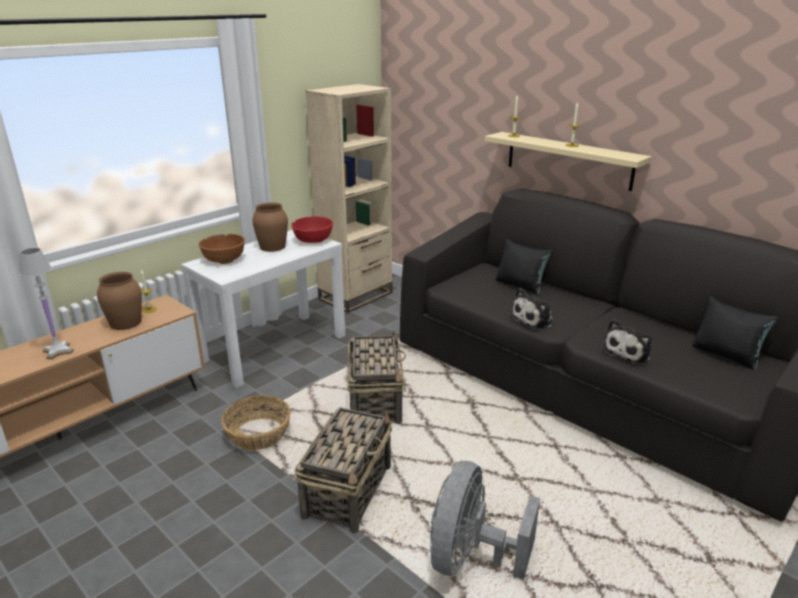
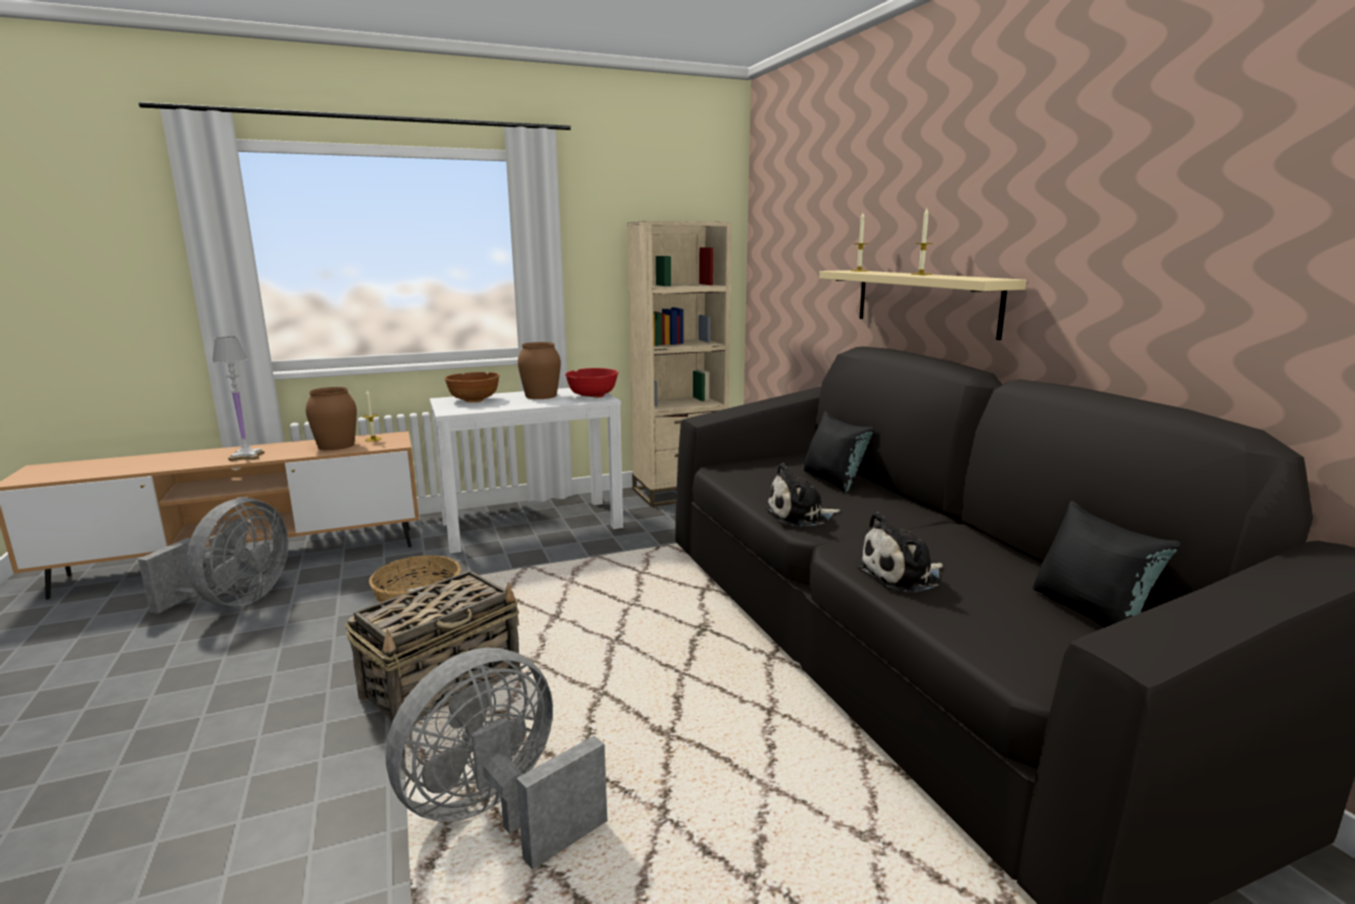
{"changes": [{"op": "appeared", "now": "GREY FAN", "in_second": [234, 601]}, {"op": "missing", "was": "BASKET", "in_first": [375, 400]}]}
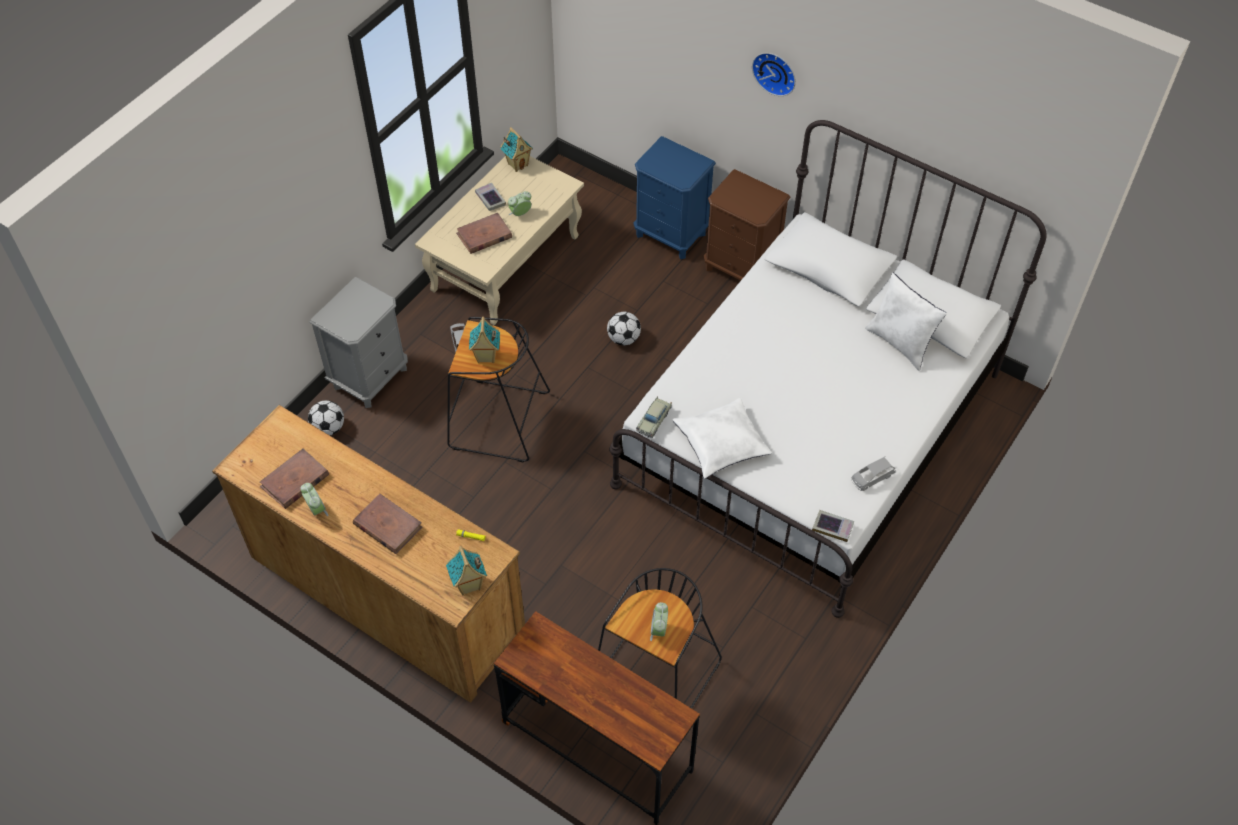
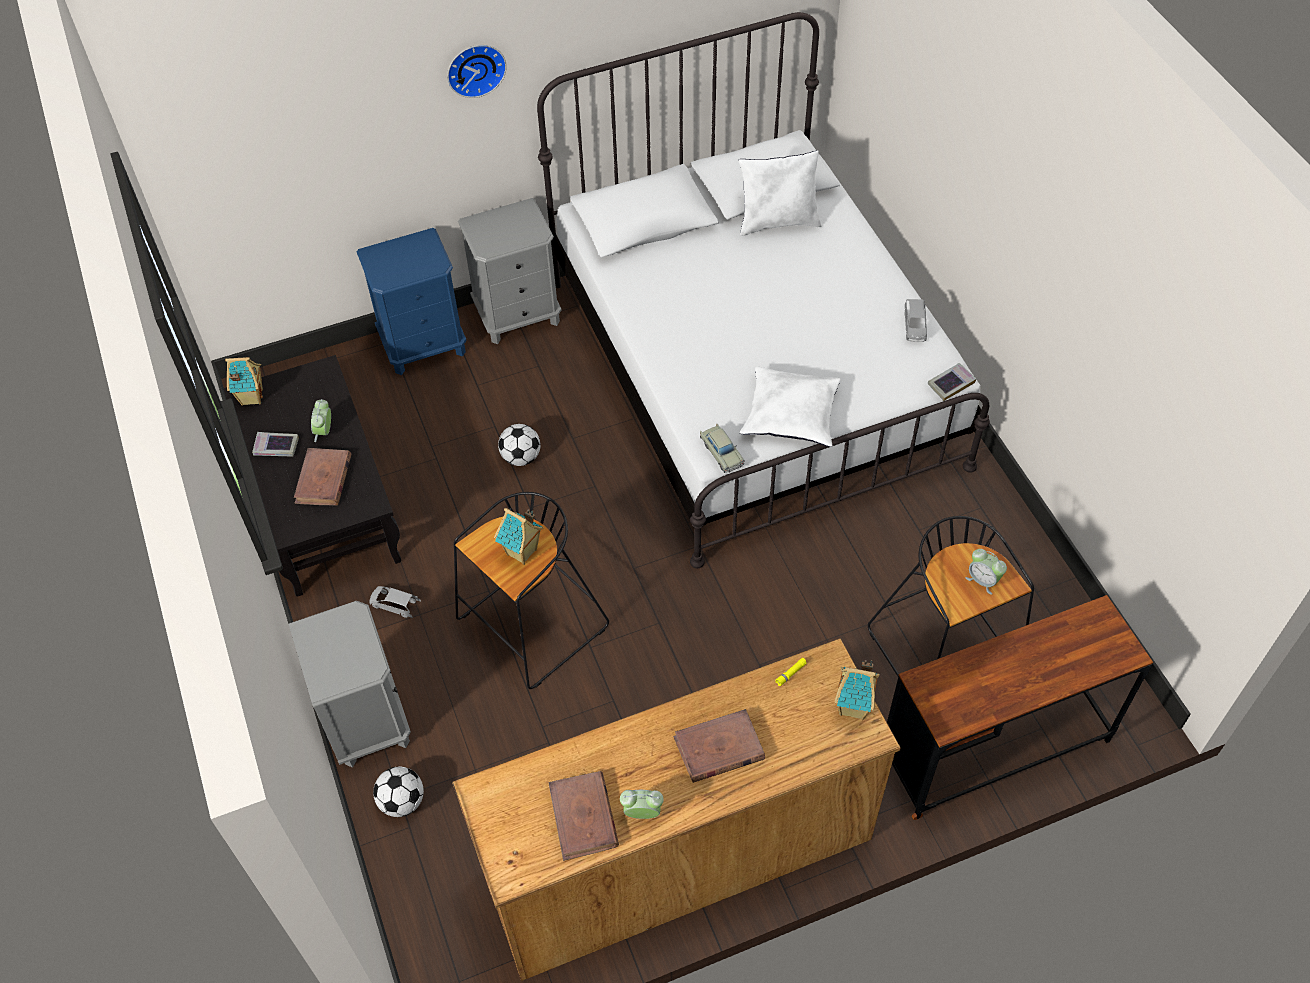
{"changes": [{"op": "colour", "was": "BEIGE COFFEE TABLE", "now": "BLACK COFFEE TABLE", "in_first": [505, 264], "in_second": [326, 507]}, {"op": "colour", "was": "BROWN NIGHTSTAND", "now": "GREY NIGHTSTAND", "in_first": [741, 267], "in_second": [518, 315]}]}
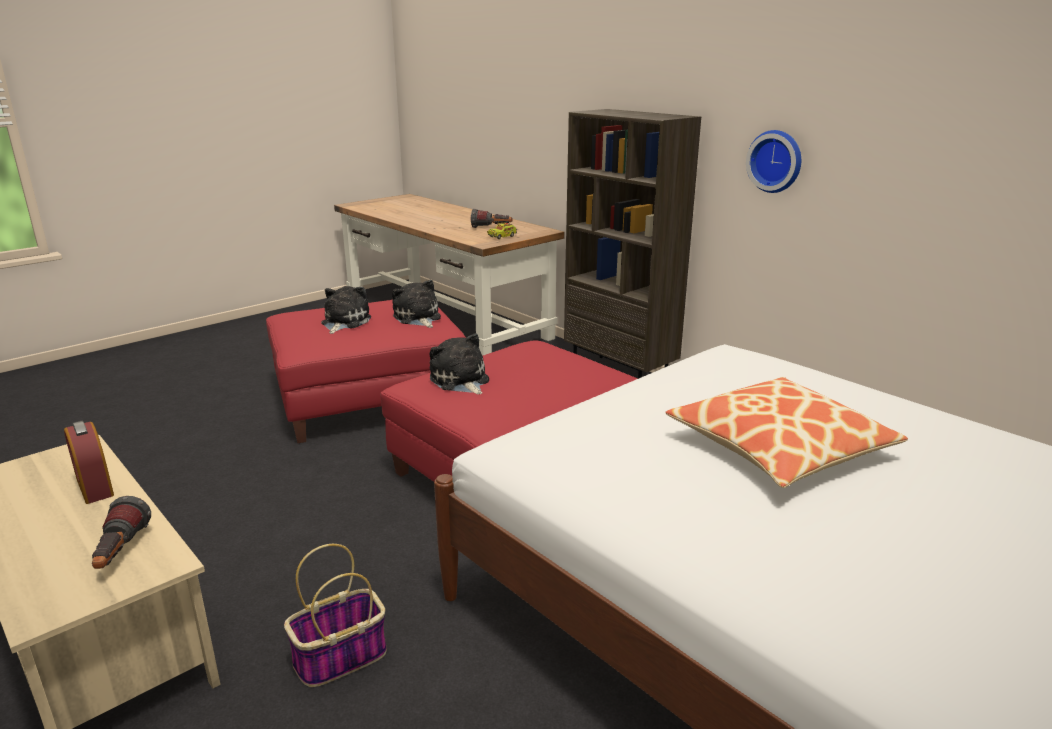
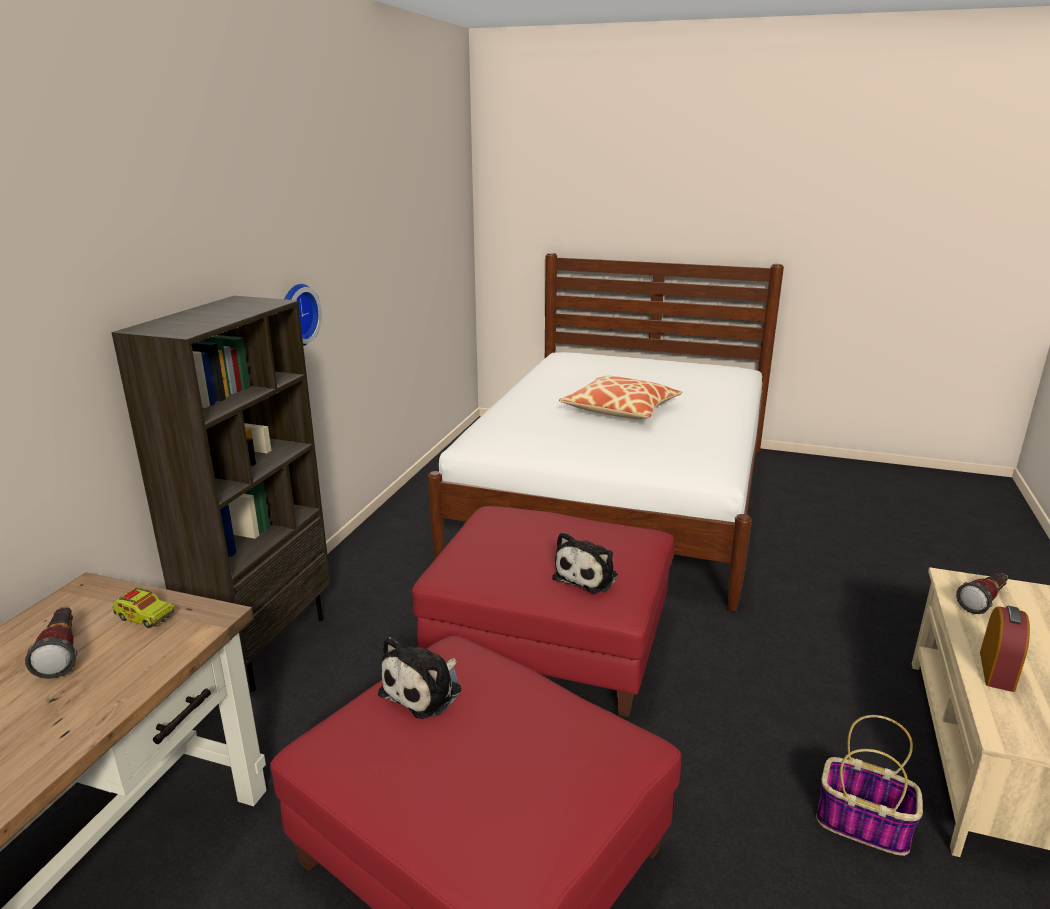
{"changes": [{"op": "relocated", "was": "BASKET", "in_first": [339, 658], "in_second": [864, 824]}, {"op": "missing", "was": "PLUSH TOY", "in_first": [344, 322]}]}
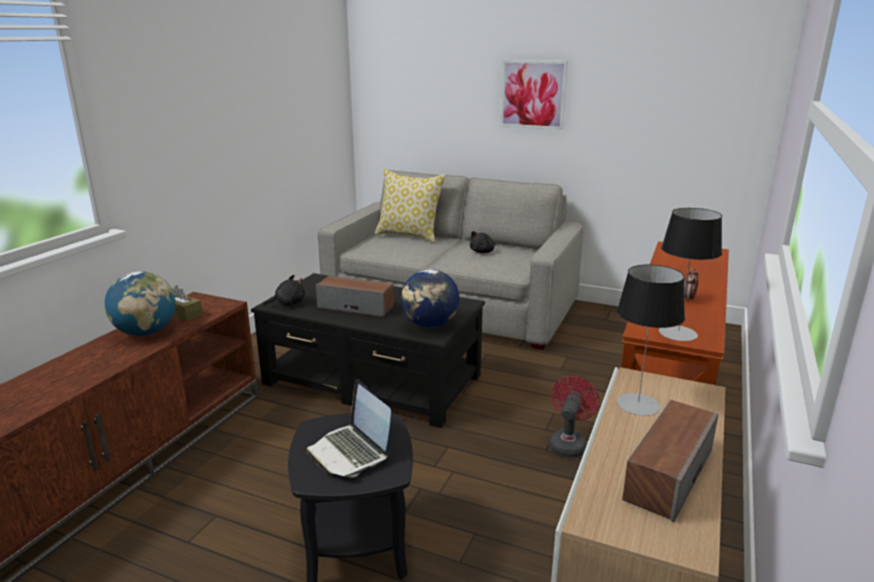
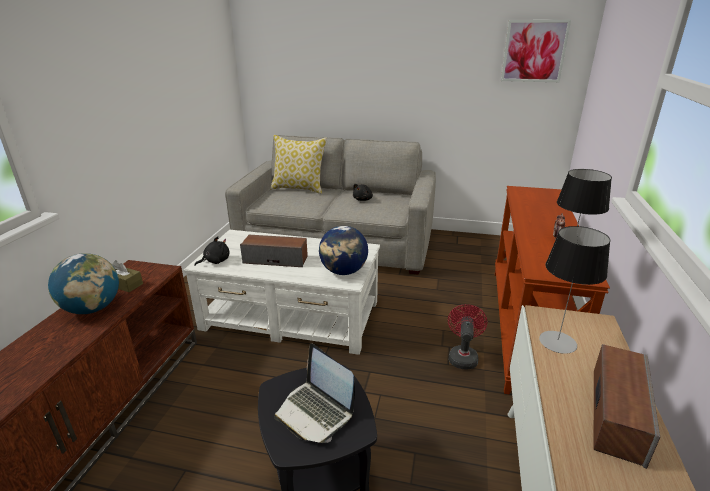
{"changes": [{"op": "colour", "was": "BLACK COFFEE TABLE", "now": "WHITE COFFEE TABLE", "in_first": [373, 380], "in_second": [291, 316]}, {"op": "relocated", "was": "PICTURE", "in_first": [533, 94], "in_second": [534, 51]}]}
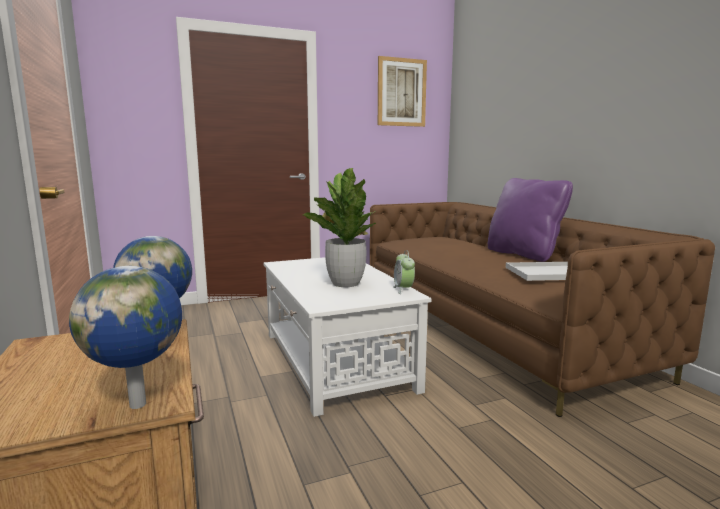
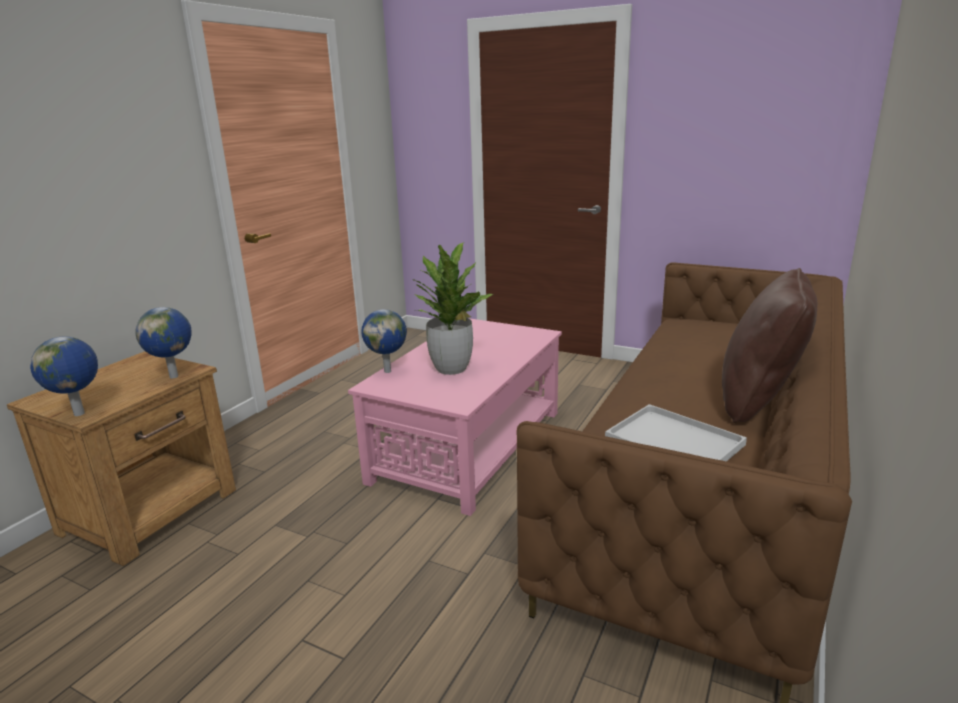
{"changes": [{"op": "colour", "was": "WHITE COFFEE TABLE", "now": "PINK COFFEE TABLE", "in_first": [335, 360], "in_second": [467, 446]}, {"op": "appeared", "now": "GLOBE", "in_second": [388, 371]}, {"op": "colour", "was": "PURPLE PILLOW", "now": "BROWN PILLOW", "in_first": [524, 254], "in_second": [758, 401]}, {"op": "missing", "was": "PICTURE", "in_first": [401, 92]}, {"op": "missing", "was": "ALARM CLOCK", "in_first": [403, 289]}]}
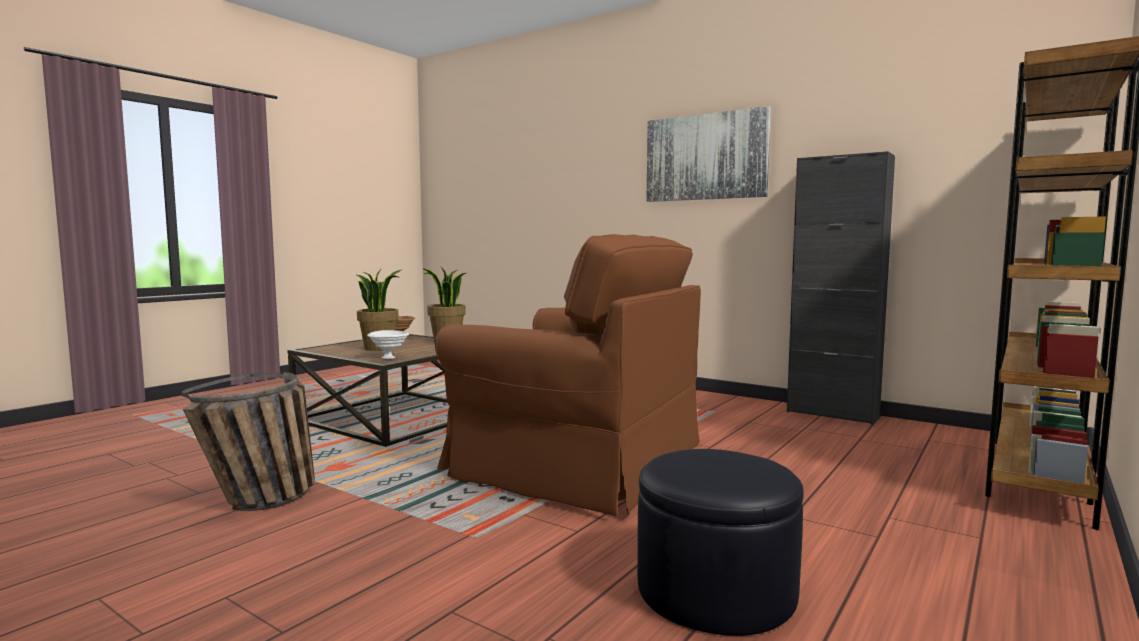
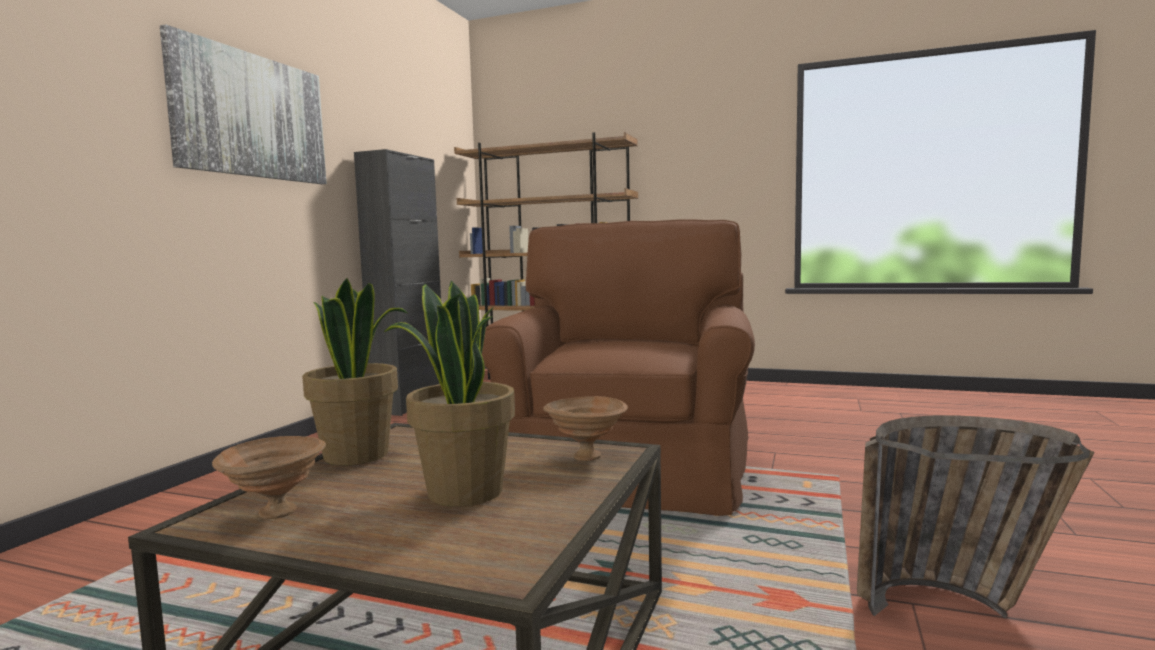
{"changes": [{"op": "colour", "was": "WHITE BOWL", "now": "BROWN BOWL", "in_first": [389, 358], "in_second": [585, 456]}, {"op": "missing", "was": "BLACK OTTOMAN", "in_first": [716, 591]}]}
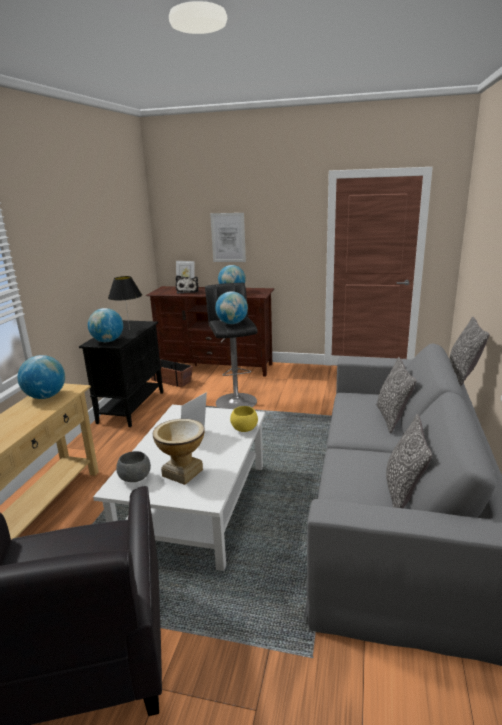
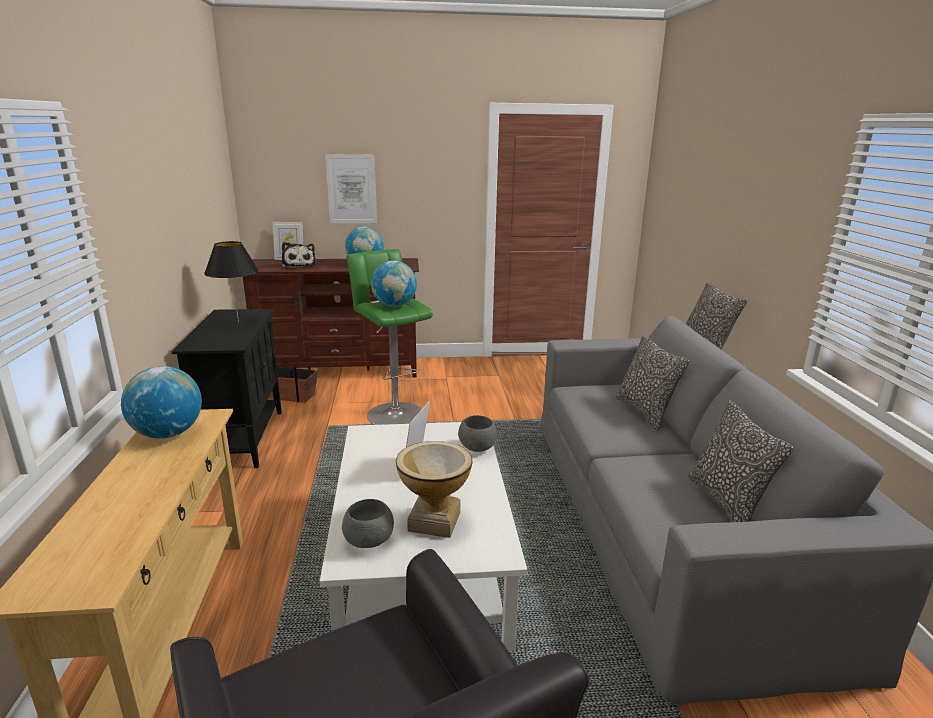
{"changes": [{"op": "colour", "was": "BLACK STOOL", "now": "GREEN STOOL", "in_first": [235, 400], "in_second": [393, 413]}, {"op": "colour", "was": "YELLOW BOWL", "now": "GREY BOWL", "in_first": [244, 429], "in_second": [476, 448]}, {"op": "missing", "was": "GLOBE", "in_first": [107, 341]}]}
